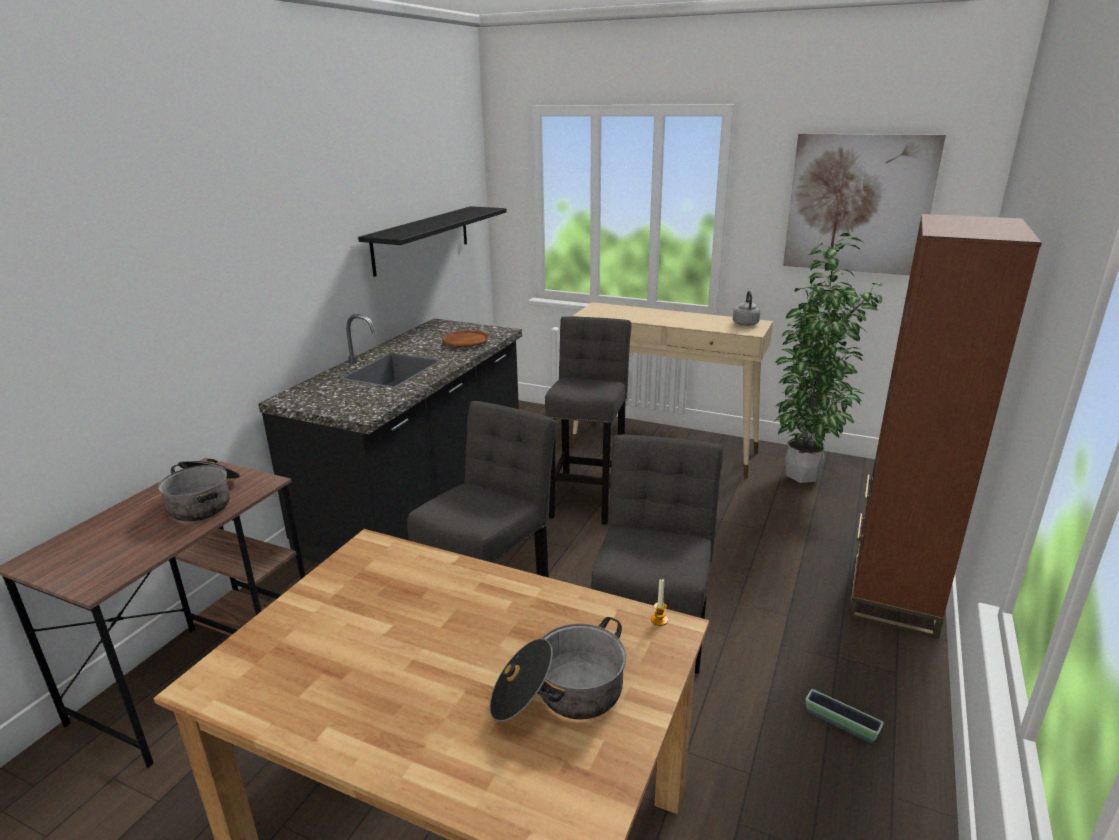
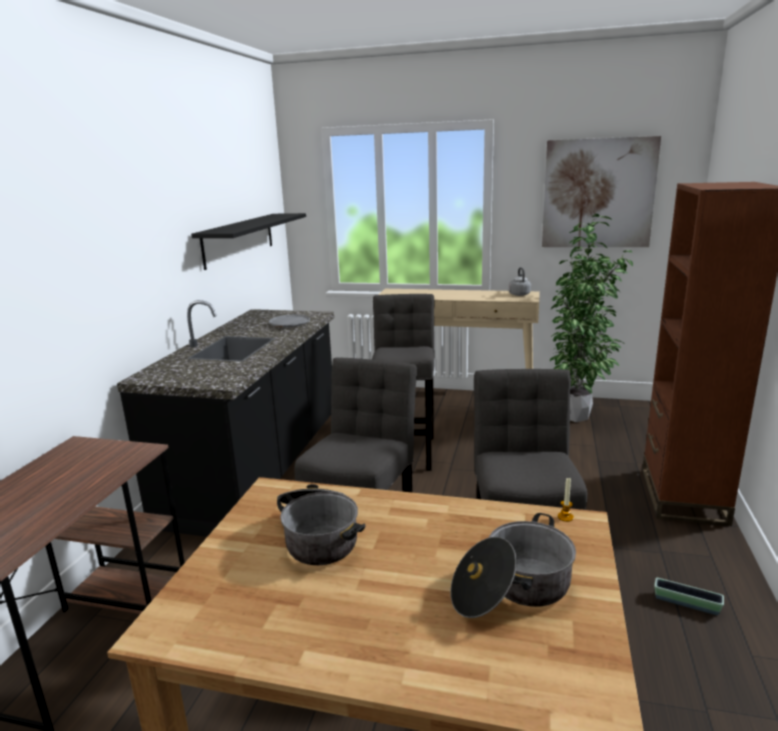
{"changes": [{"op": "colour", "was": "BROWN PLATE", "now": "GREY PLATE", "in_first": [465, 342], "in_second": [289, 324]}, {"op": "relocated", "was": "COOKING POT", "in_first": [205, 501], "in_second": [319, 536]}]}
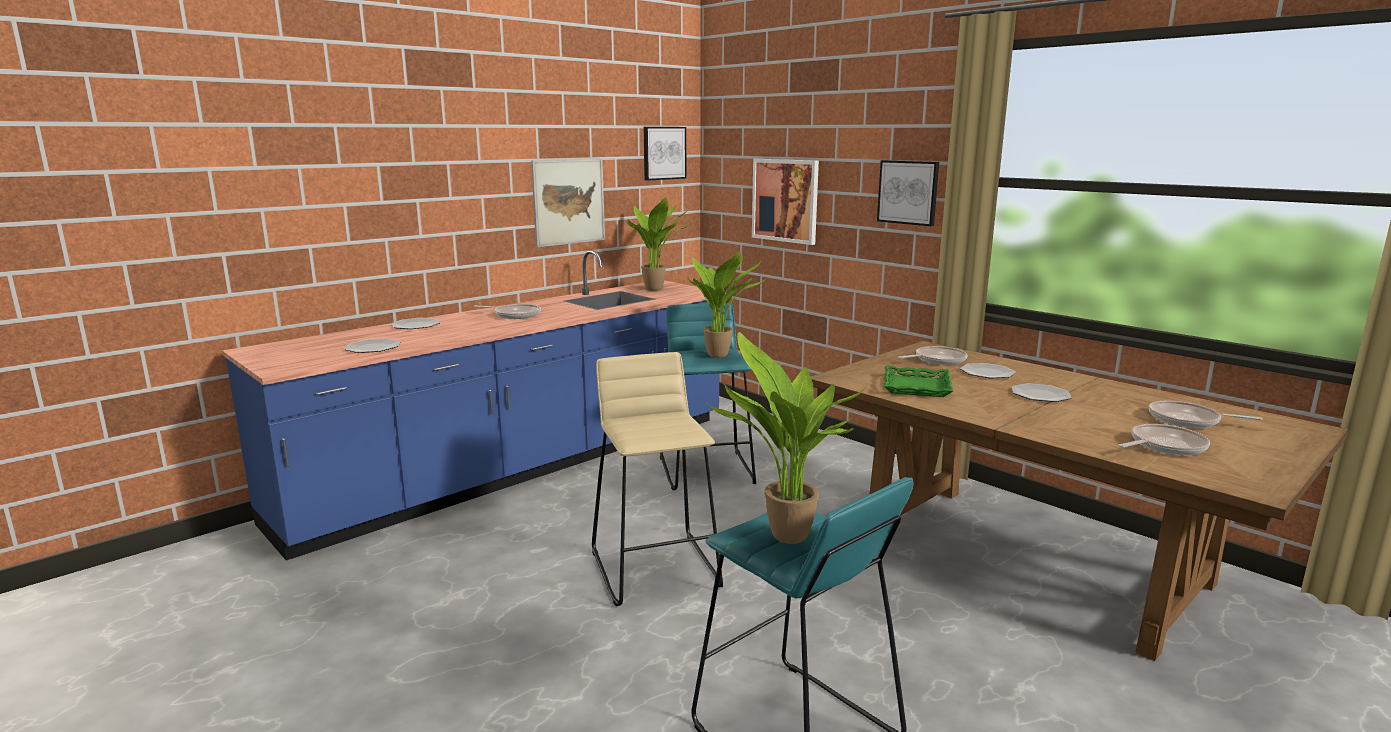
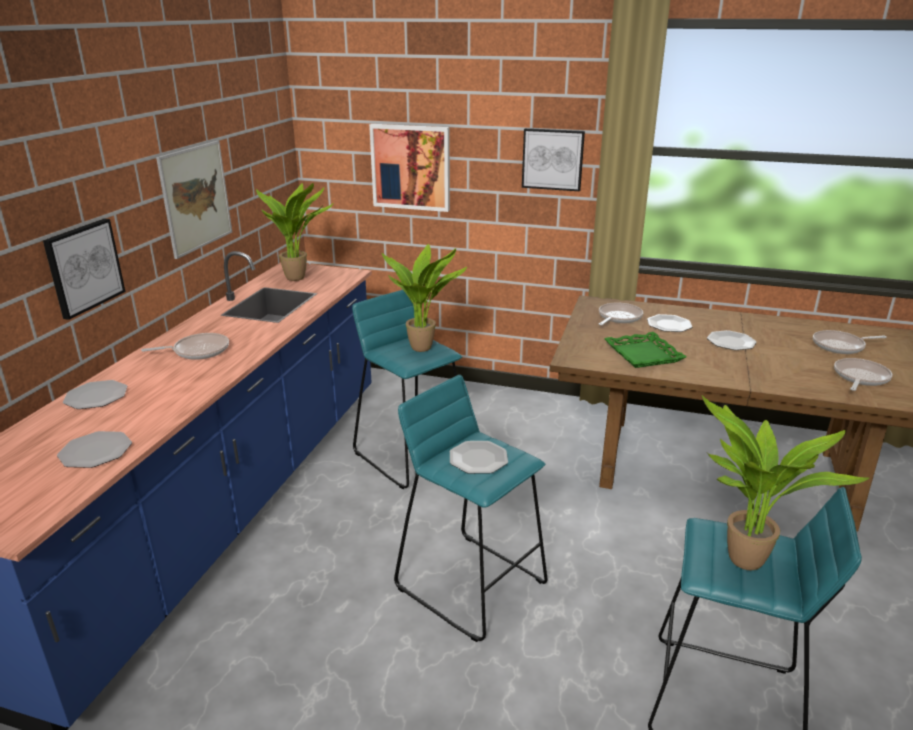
{"changes": [{"op": "relocated", "was": "PICTURE", "in_first": [664, 153], "in_second": [84, 267]}, {"op": "colour", "was": "BEIGE STOOL", "now": "TURQUOISE STOOL", "in_first": [656, 568], "in_second": [471, 584]}, {"op": "appeared", "now": "PLATE", "in_second": [478, 459]}]}
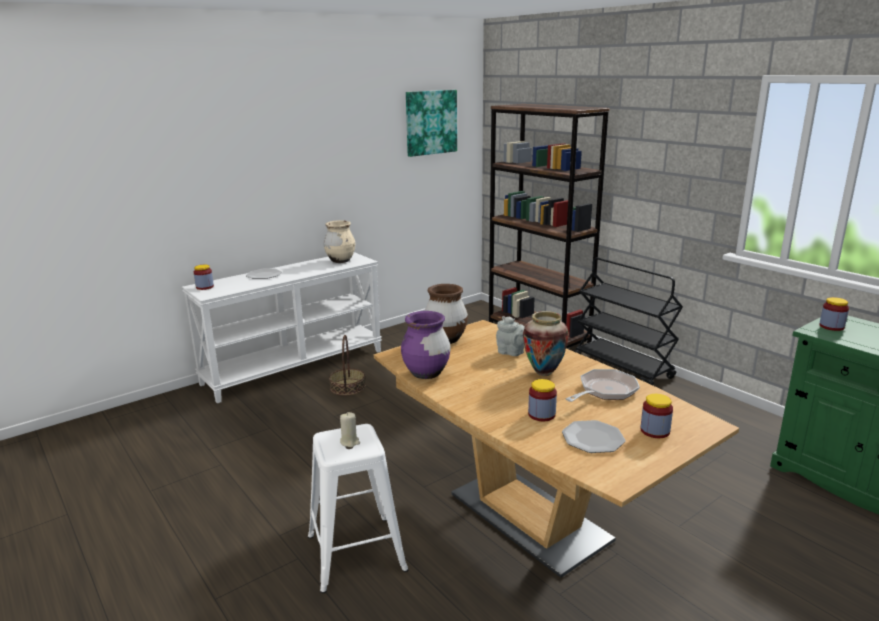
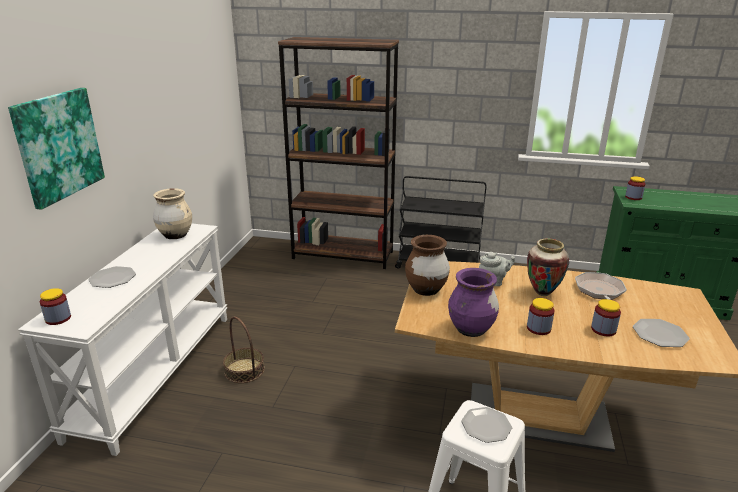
{"changes": [{"op": "relocated", "was": "PICTURE", "in_first": [430, 122], "in_second": [58, 146]}, {"op": "exchanged", "was": "BEIGE CANDLE", "now": "PLATE", "in_first": [350, 442], "in_second": [486, 426]}, {"op": "relocated", "was": "JAR", "in_first": [655, 431], "in_second": [538, 328]}]}
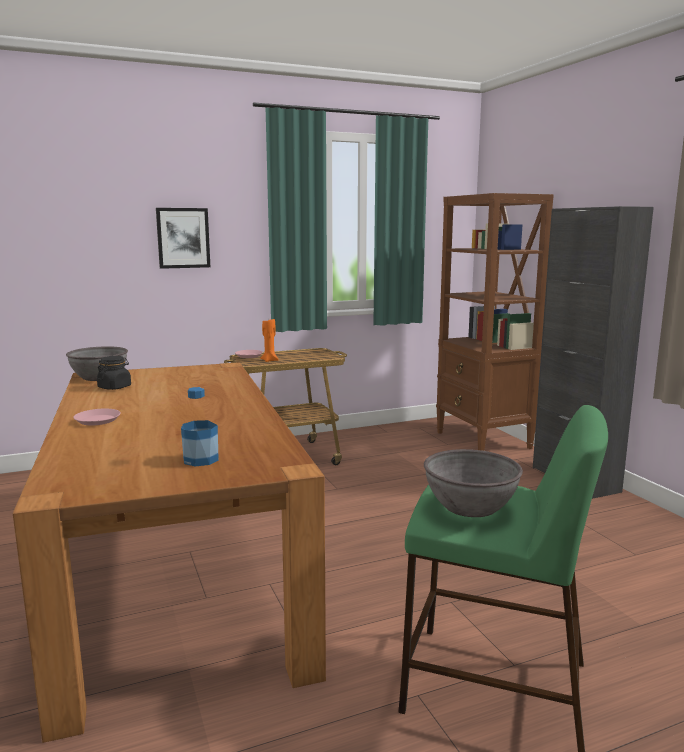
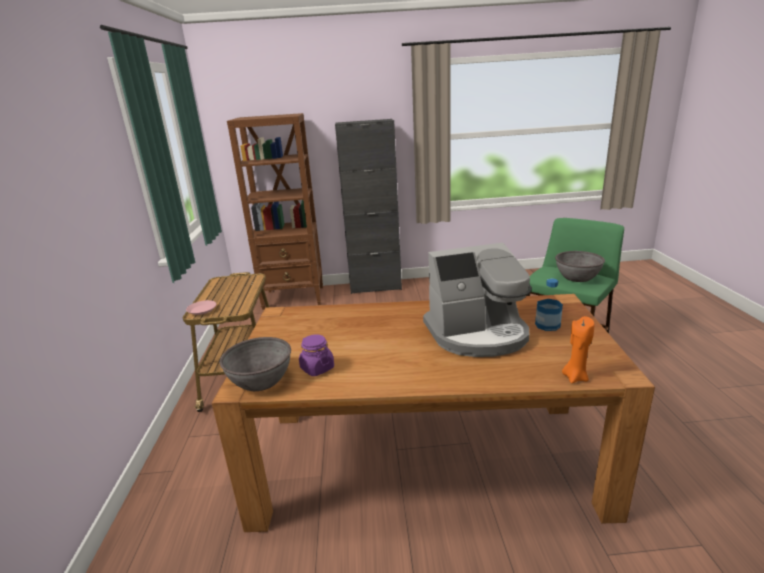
{"changes": [{"op": "colour", "was": "BLACK JAR", "now": "PURPLE JAR", "in_first": [114, 387], "in_second": [317, 368]}, {"op": "appeared", "now": "COFFEE MACHINE", "in_second": [477, 334]}, {"op": "relocated", "was": "ORANGE CANDLE", "in_first": [270, 360], "in_second": [575, 377]}, {"op": "missing", "was": "PINK PLATE", "in_first": [98, 420]}, {"op": "missing", "was": "PICTURE", "in_first": [183, 238]}]}
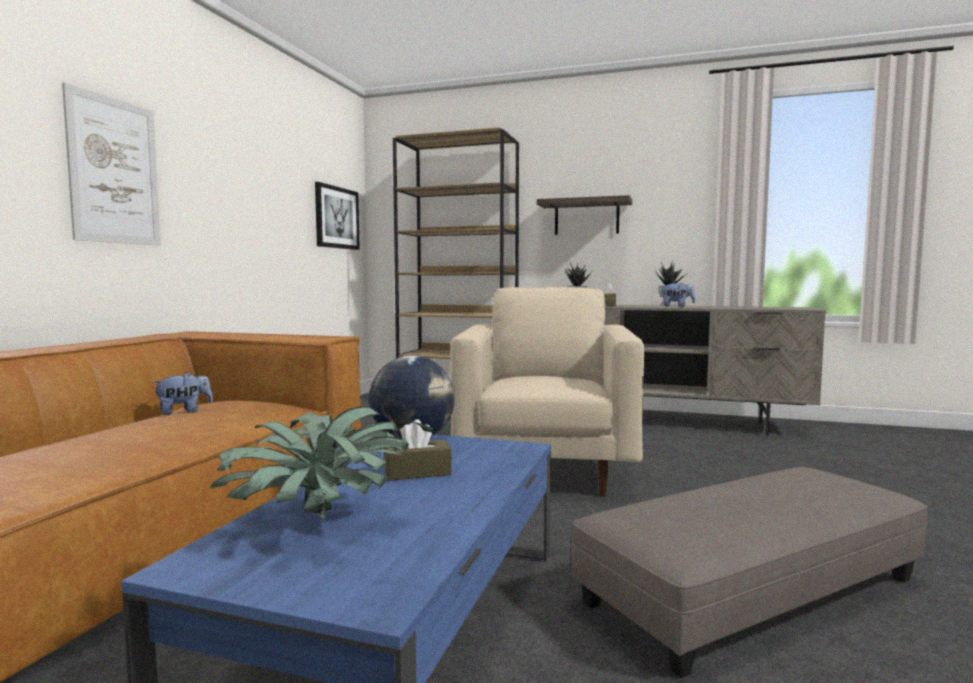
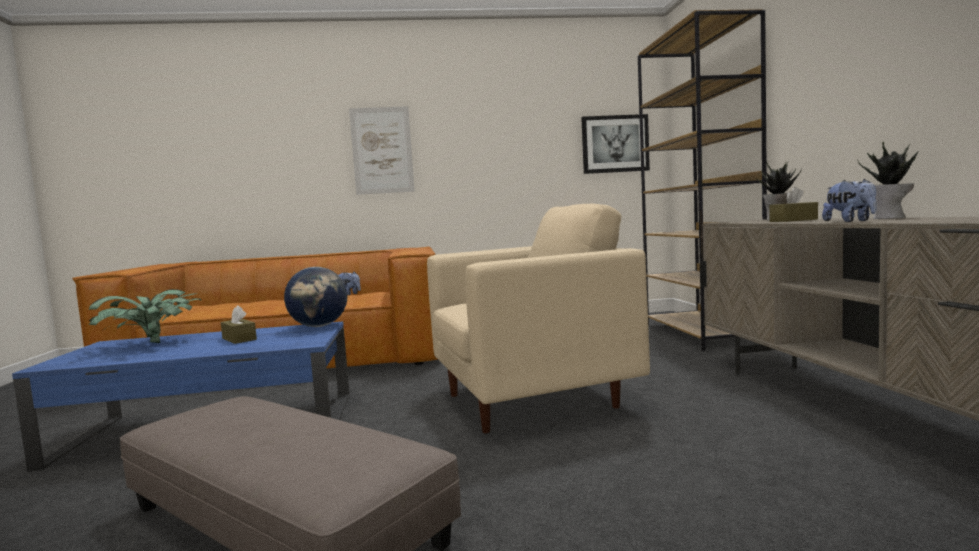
{"changes": [{"op": "missing", "was": "SHELF", "in_first": [586, 217]}]}
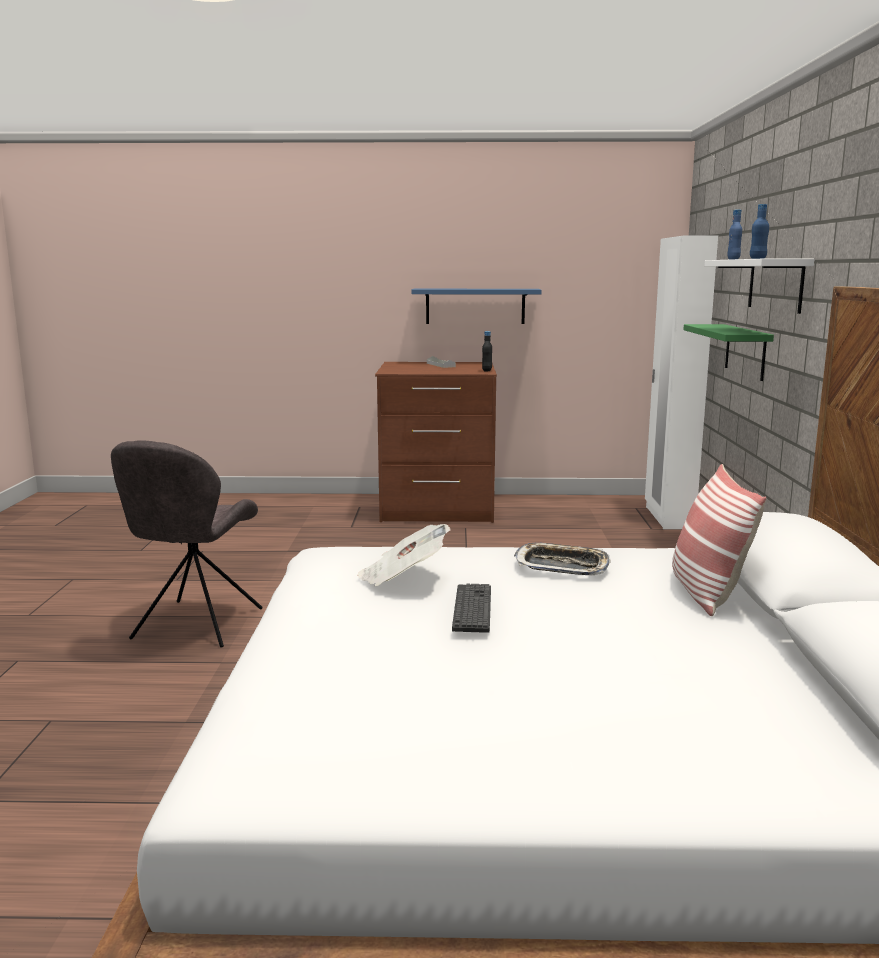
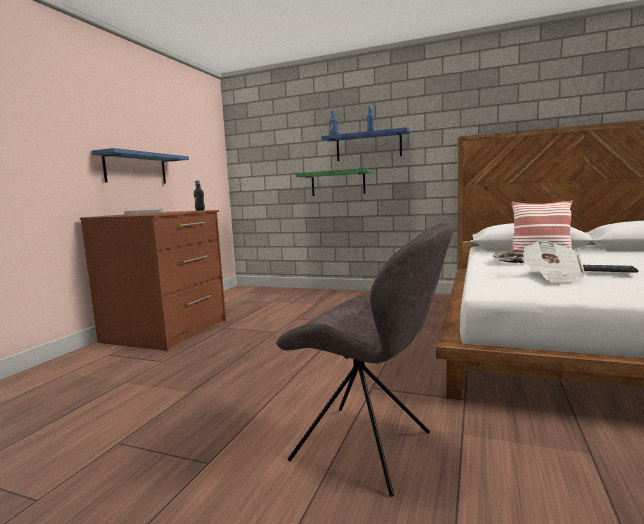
{"changes": [{"op": "colour", "was": "WHITE SHELF", "now": "BLUE SHELF", "in_first": [775, 284], "in_second": [368, 146]}, {"op": "missing", "was": "WHITE WARDROBE", "in_first": [668, 517]}]}
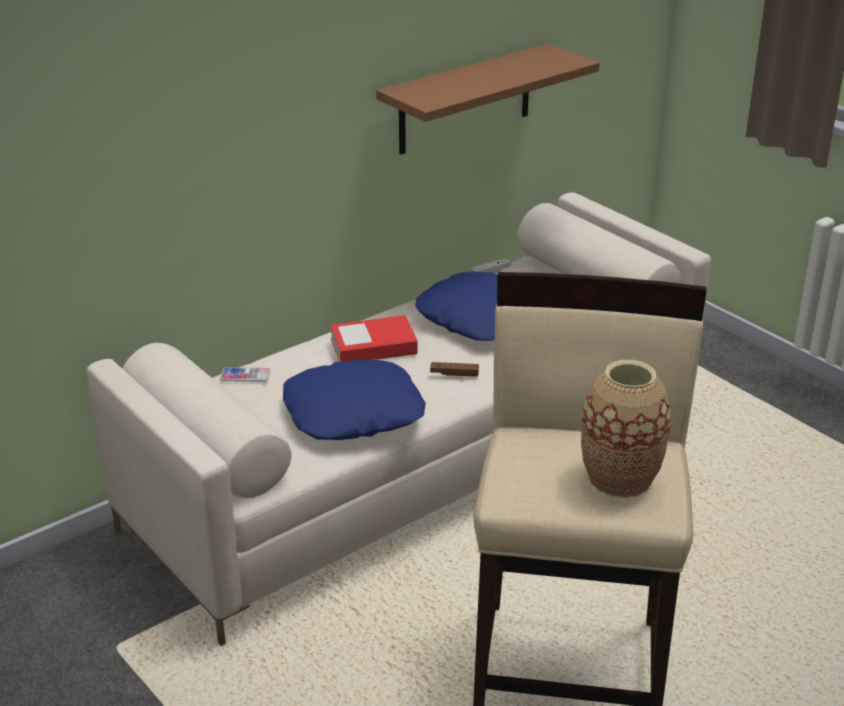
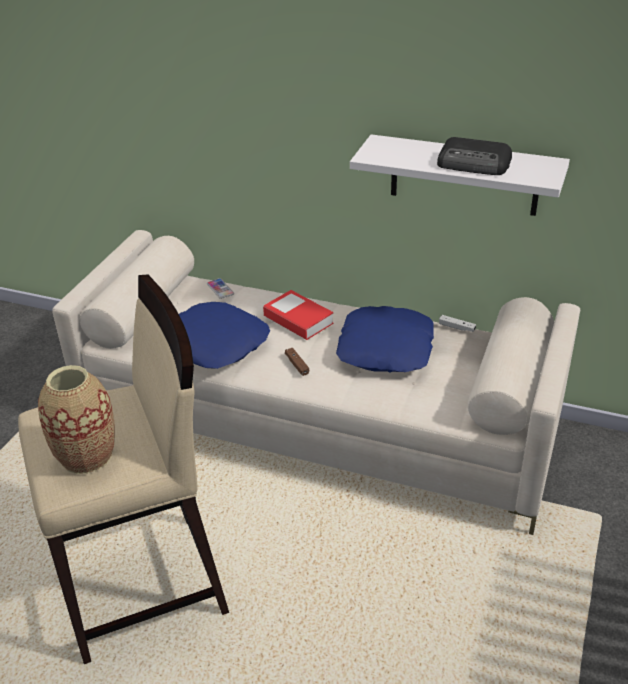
{"changes": [{"op": "colour", "was": "BROWN SHELF", "now": "WHITE SHELF", "in_first": [465, 100], "in_second": [464, 175]}, {"op": "appeared", "now": "RADIO", "in_second": [474, 164]}]}
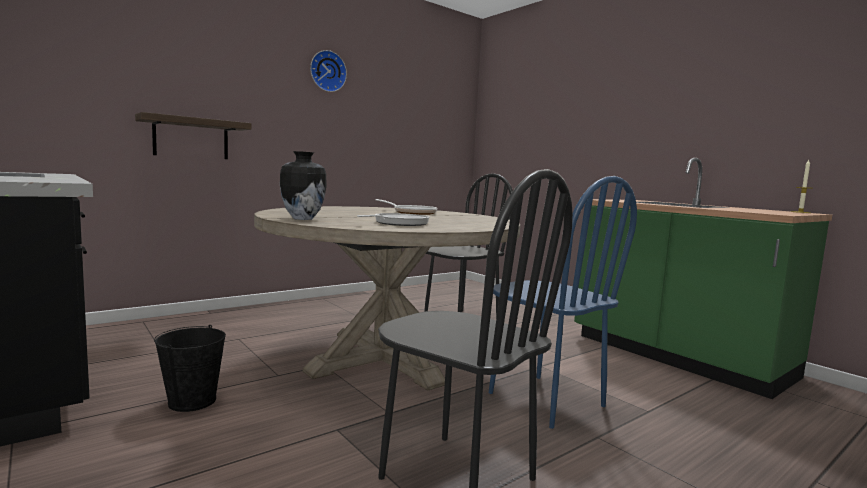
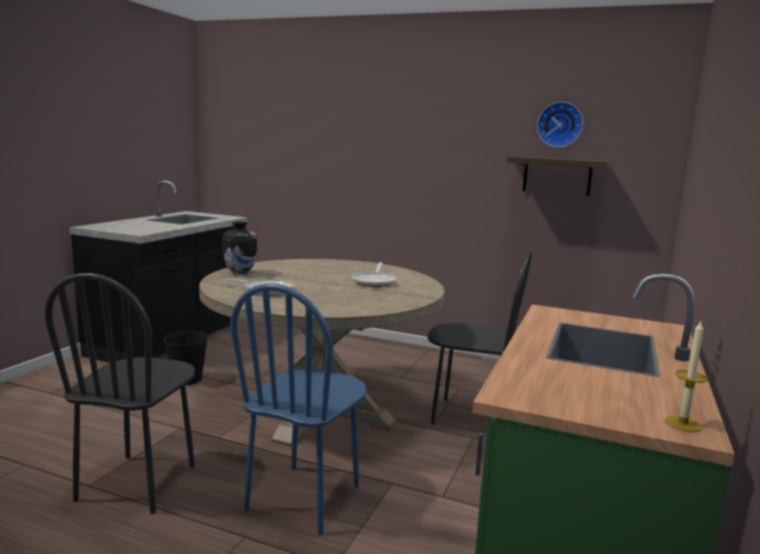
{"changes": [{"op": "relocated", "was": "SHELF", "in_first": [191, 138], "in_second": [557, 176]}, {"op": "relocated", "was": "WALL CLOCK", "in_first": [327, 71], "in_second": [560, 125]}]}
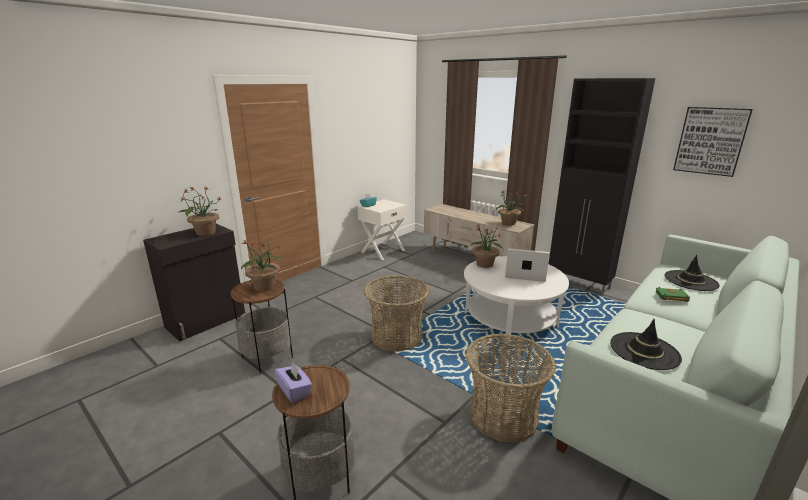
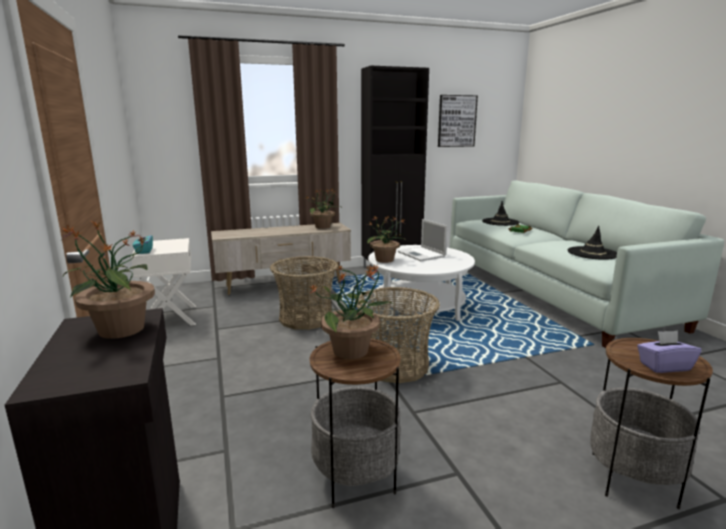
{"changes": [{"op": "relocated", "was": "BASKET", "in_first": [503, 415], "in_second": [306, 318]}, {"op": "spun", "was": "LAPTOP", "in_first": [523, 274], "in_second": [422, 254], "clockwise": -75}]}
